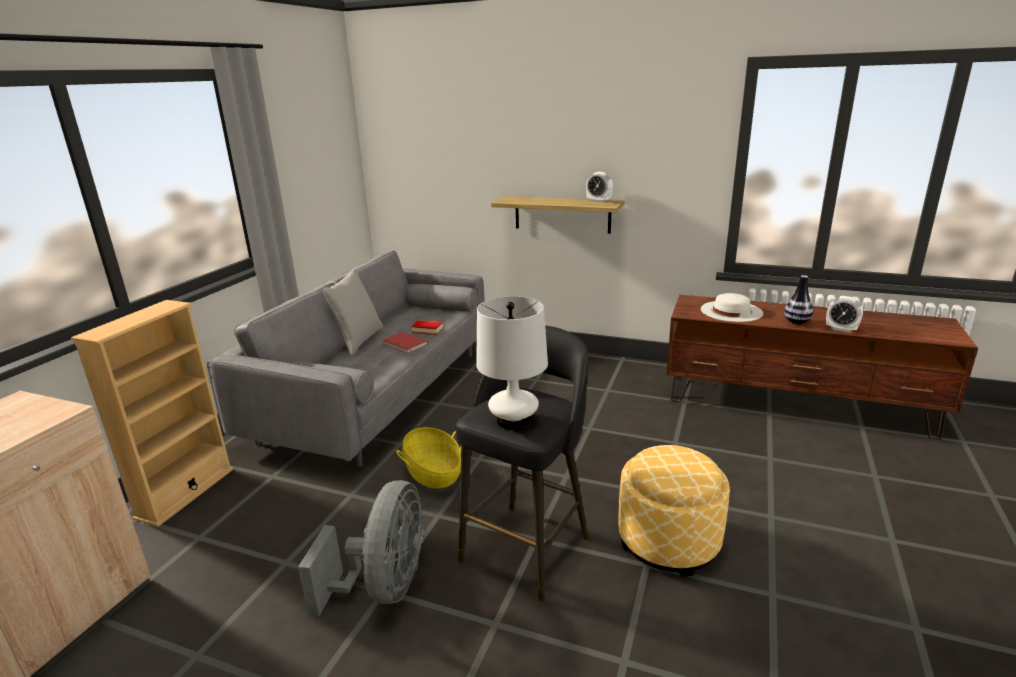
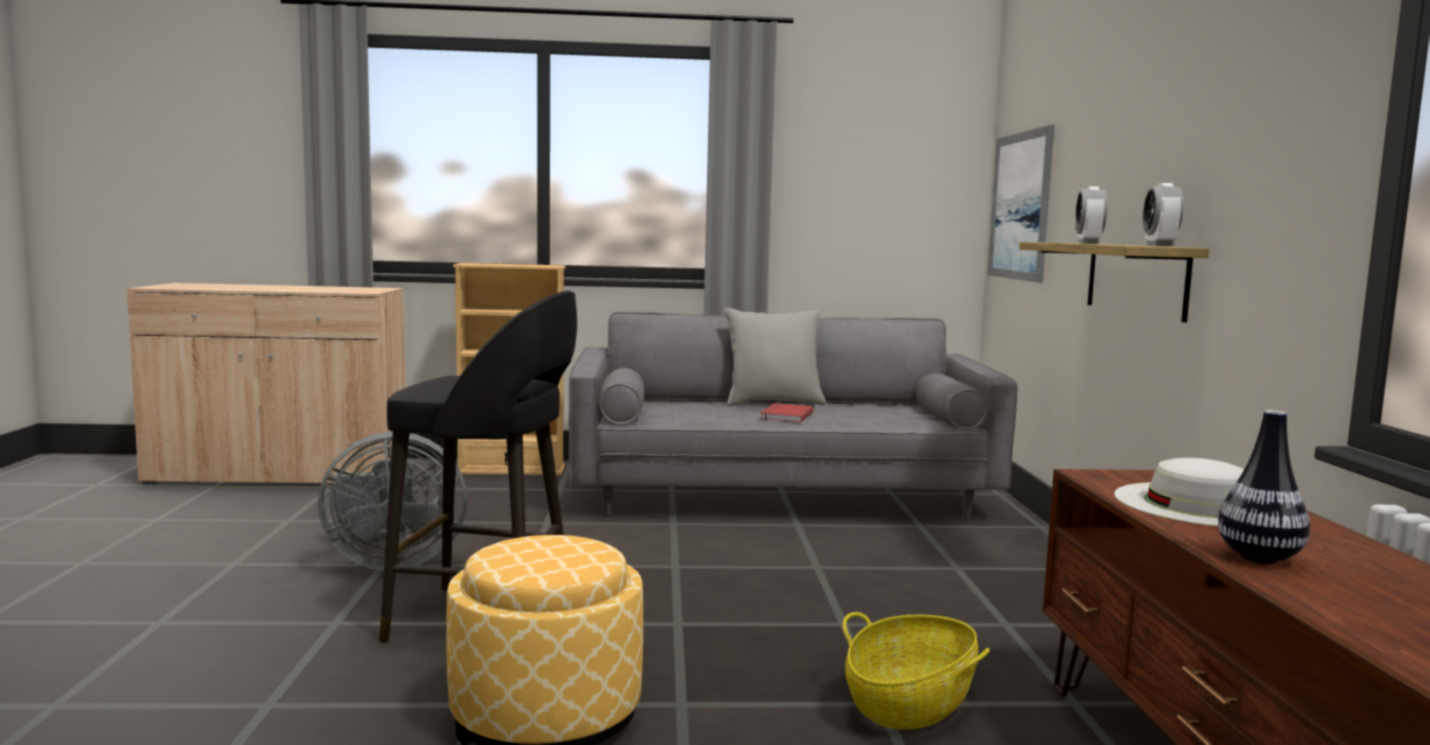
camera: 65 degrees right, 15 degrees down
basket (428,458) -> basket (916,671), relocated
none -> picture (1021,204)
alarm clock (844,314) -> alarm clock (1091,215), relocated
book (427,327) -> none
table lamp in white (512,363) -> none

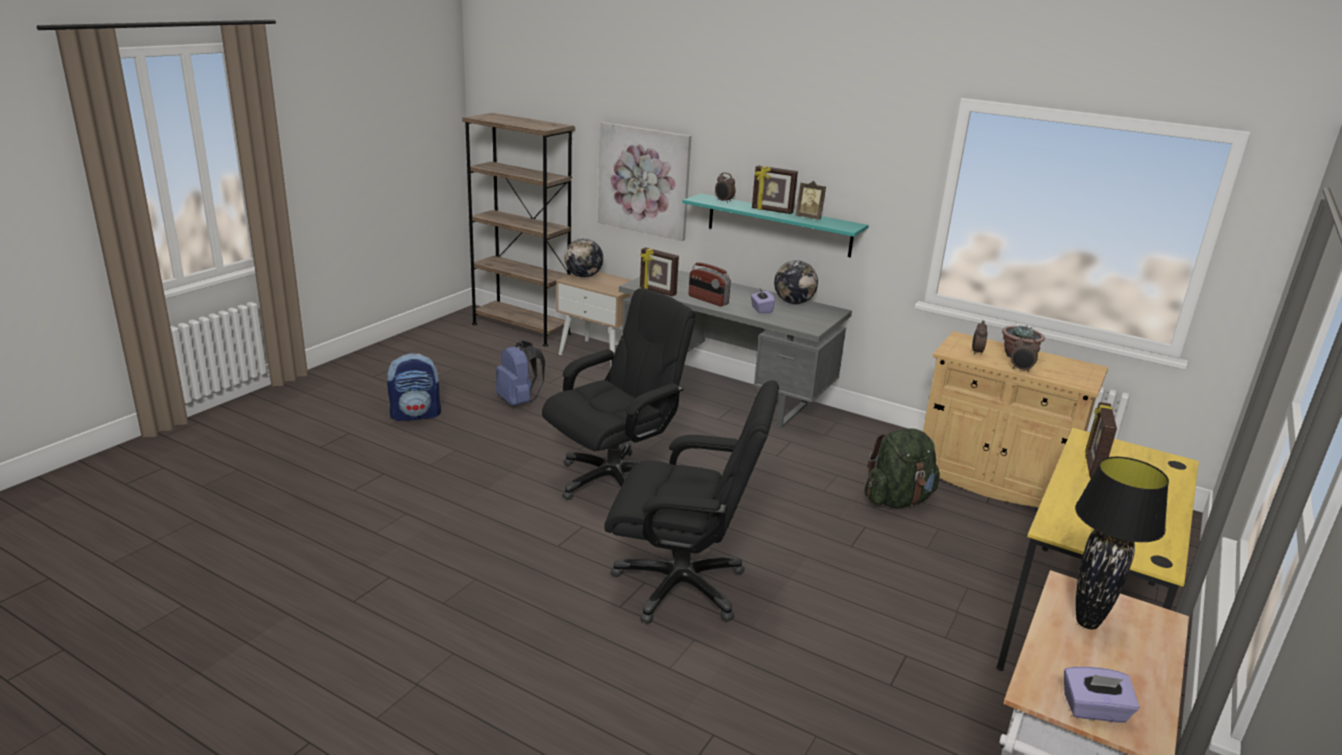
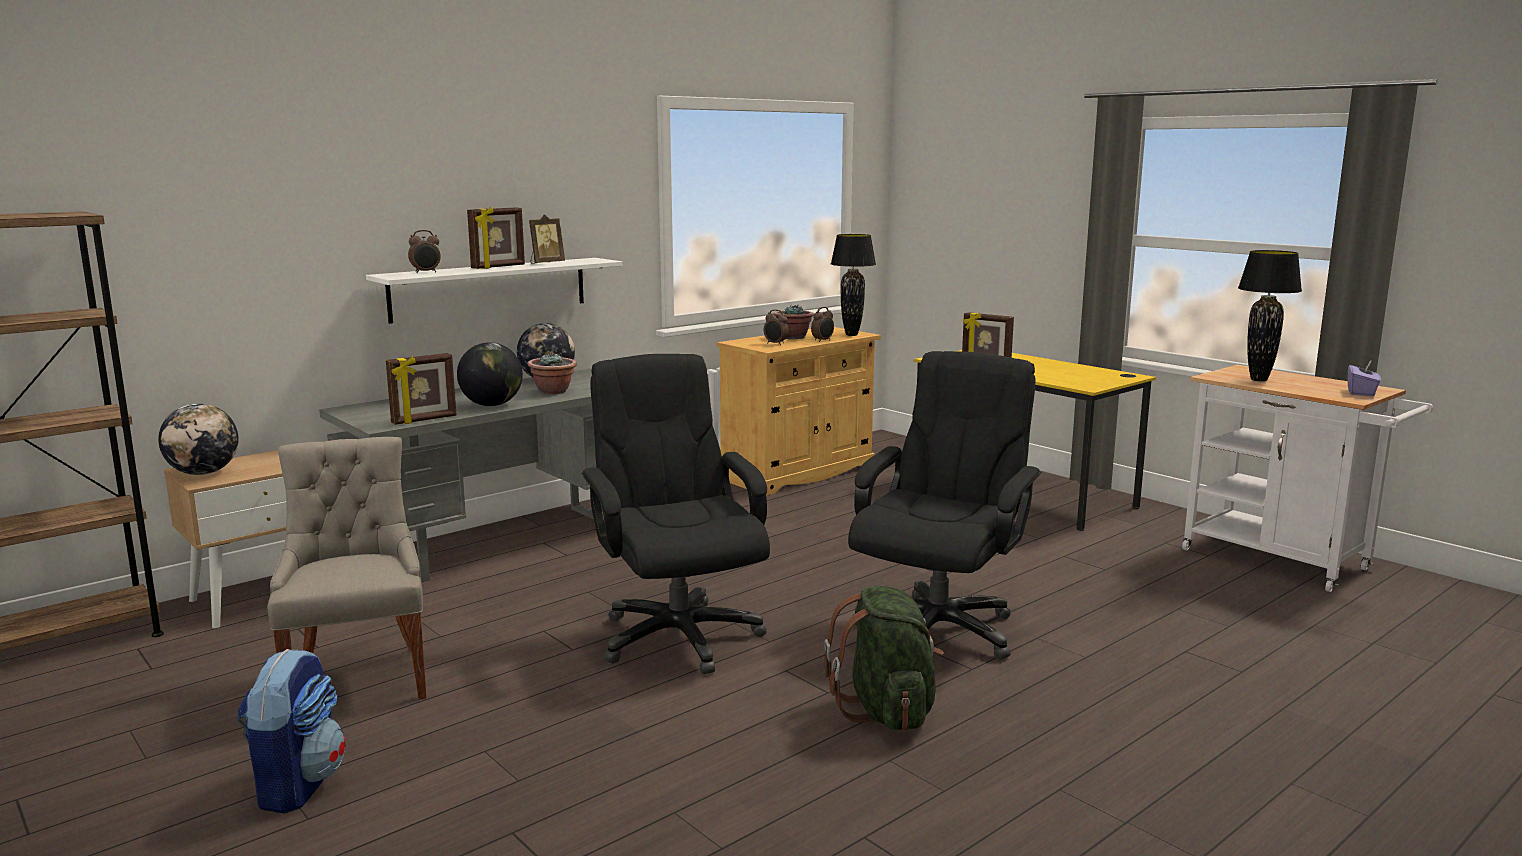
camera: 70 degrees left, 10 degrees down
backpack in blue (520,373) -> chair in grey (346,568)
shelf in turquoise (775,225) -> shelf in white (494,291)
radio (710,284) -> globe (490,374)
tissue box in purple (762,301) -> potted plant (552,373)
backpack in green (902,468) -> backpack in green (884,658), relocated
none -> table lamp in black (853,285)
picture (644,181) -> none

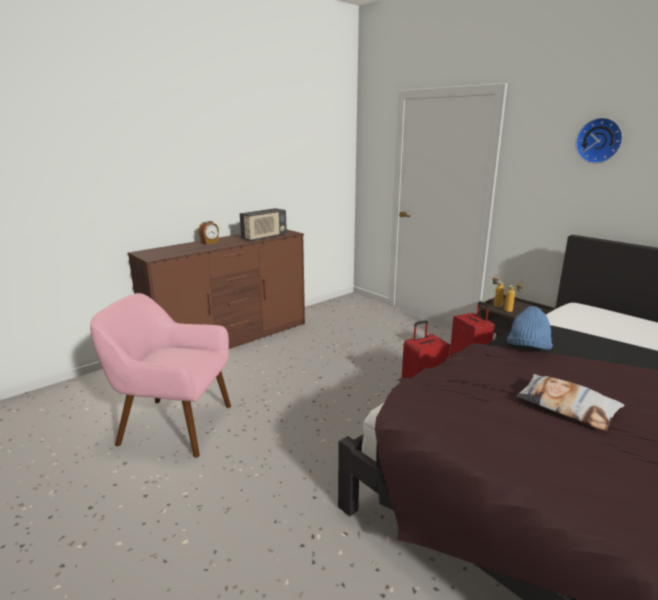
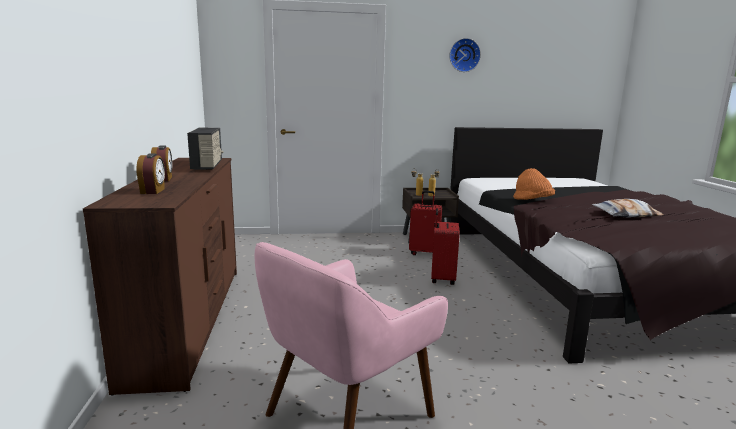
camera: 55 degrees left, 5 degrees down
none -> alarm clock (150,173)
hat in blue (530,328) -> hat in orange (534,184)

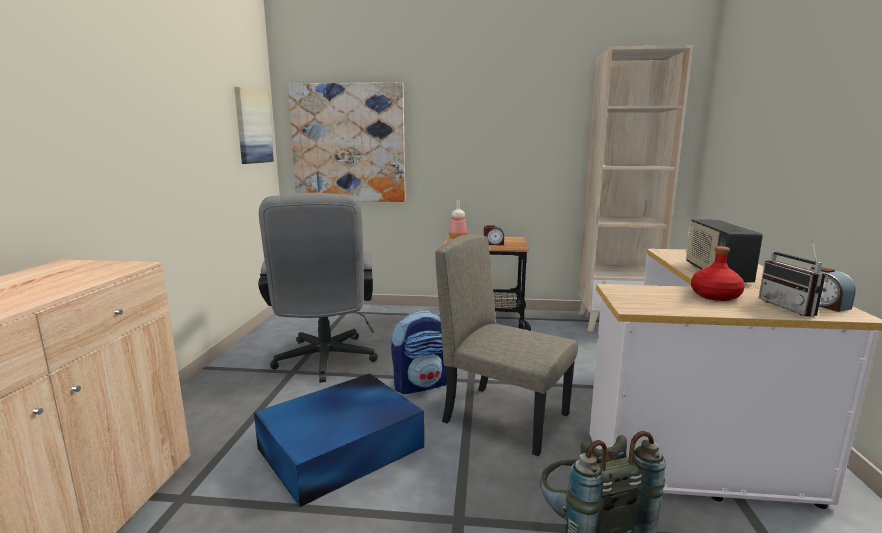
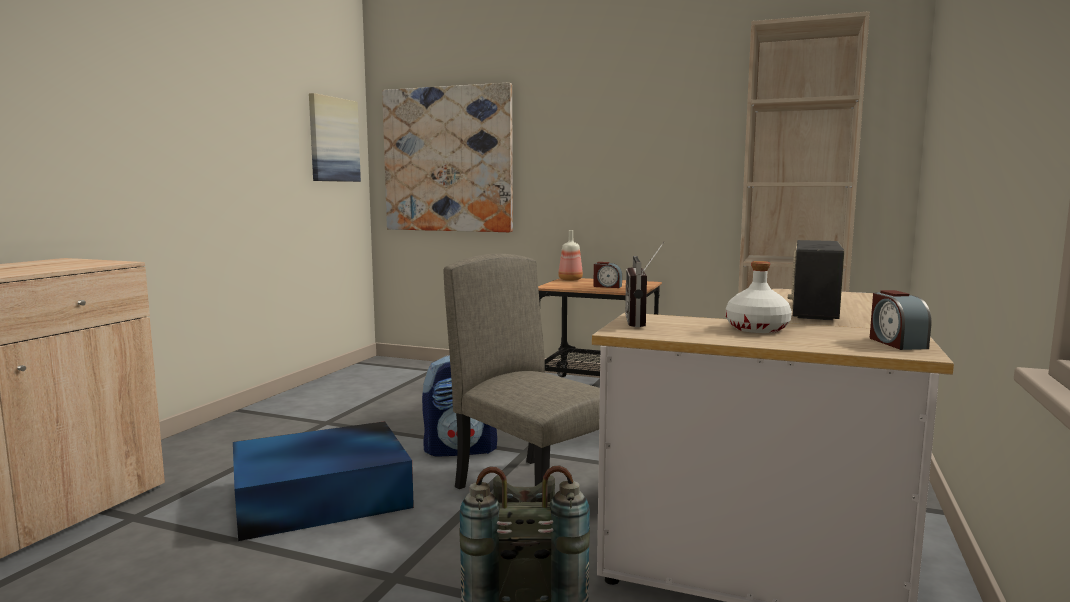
camera: 15 degrees right, 5 degrees down
radio (792,278) -> radio (644,284), relocated
bottle in red (718,273) -> bottle in white (759,297)
office chair in grey (318,288) -> none

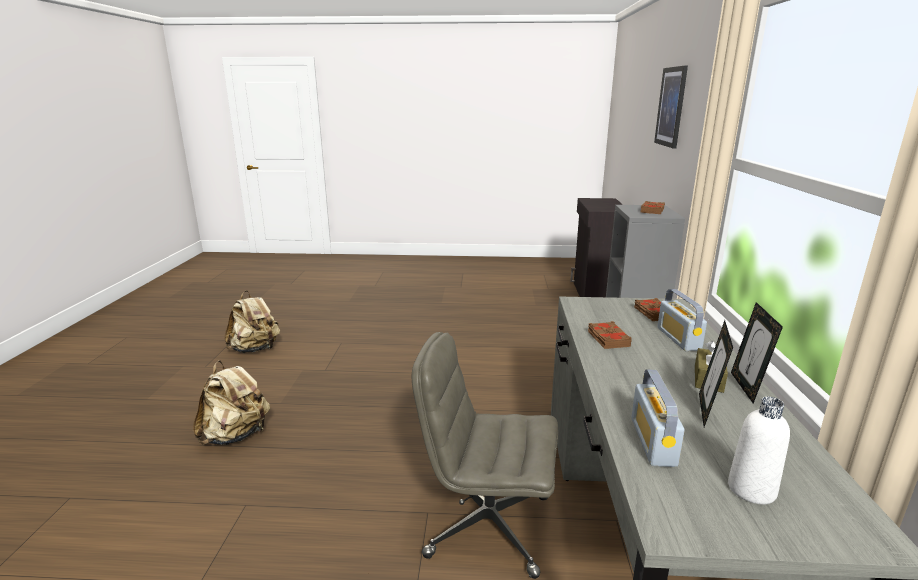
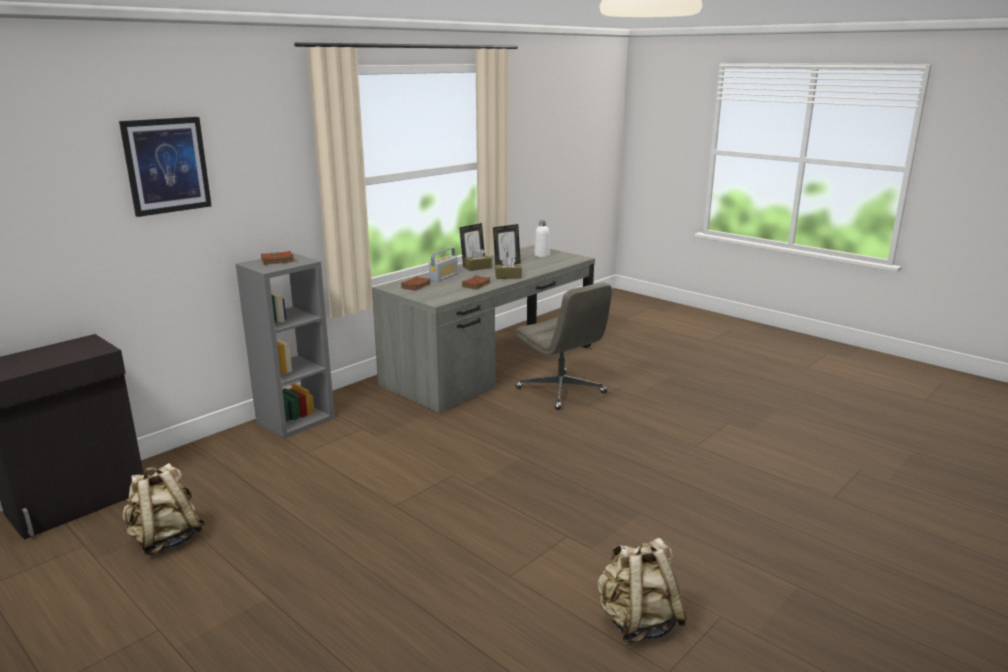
camera: 140 degrees left, 0 degrees up
backpack in beige (231,403) -> backpack in beige (164,509), relocated
none -> tissue box in brown (508,267)
radio (658,418) -> none

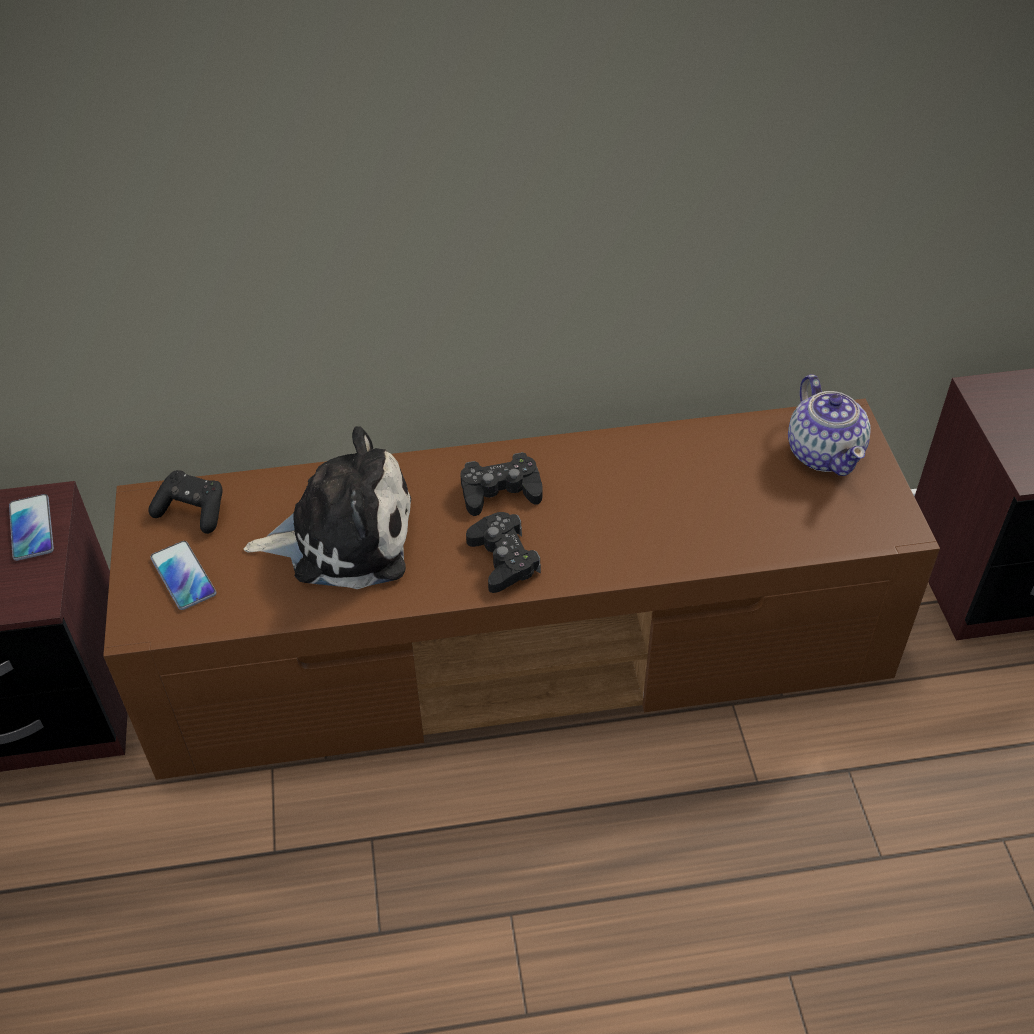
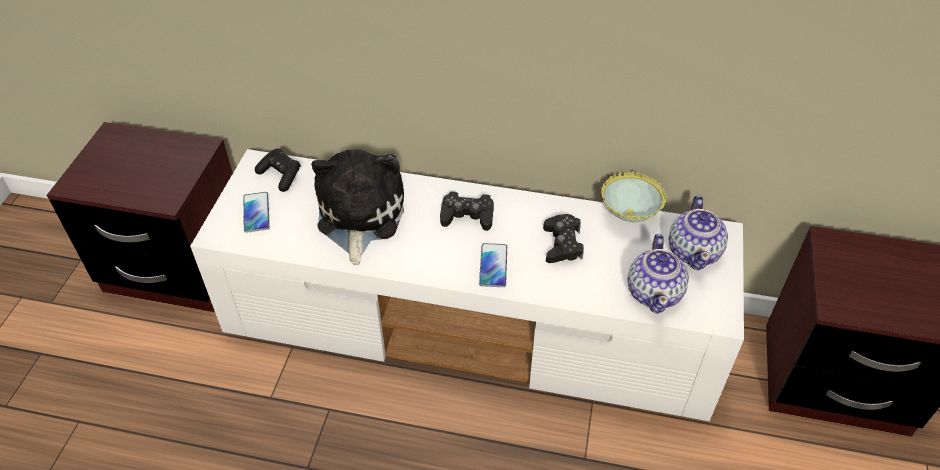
camera: 20 degrees right, 0 degrees up
tv stand in brown (521,589) -> tv stand in white (467,285)
plush toy (327,507) -> plush toy (357,207), 105 degrees counterclockwise
phone (31,527) -> phone (493,265), relocated
game controller in black (503,552) -> game controller in black (563,238), relocated
none -> bowl (634,196)
none -> teapot (658,274)

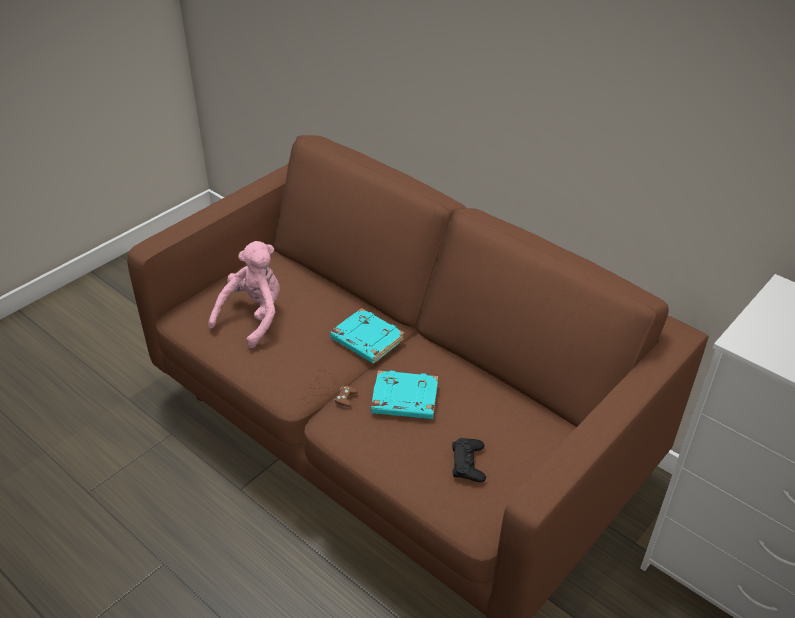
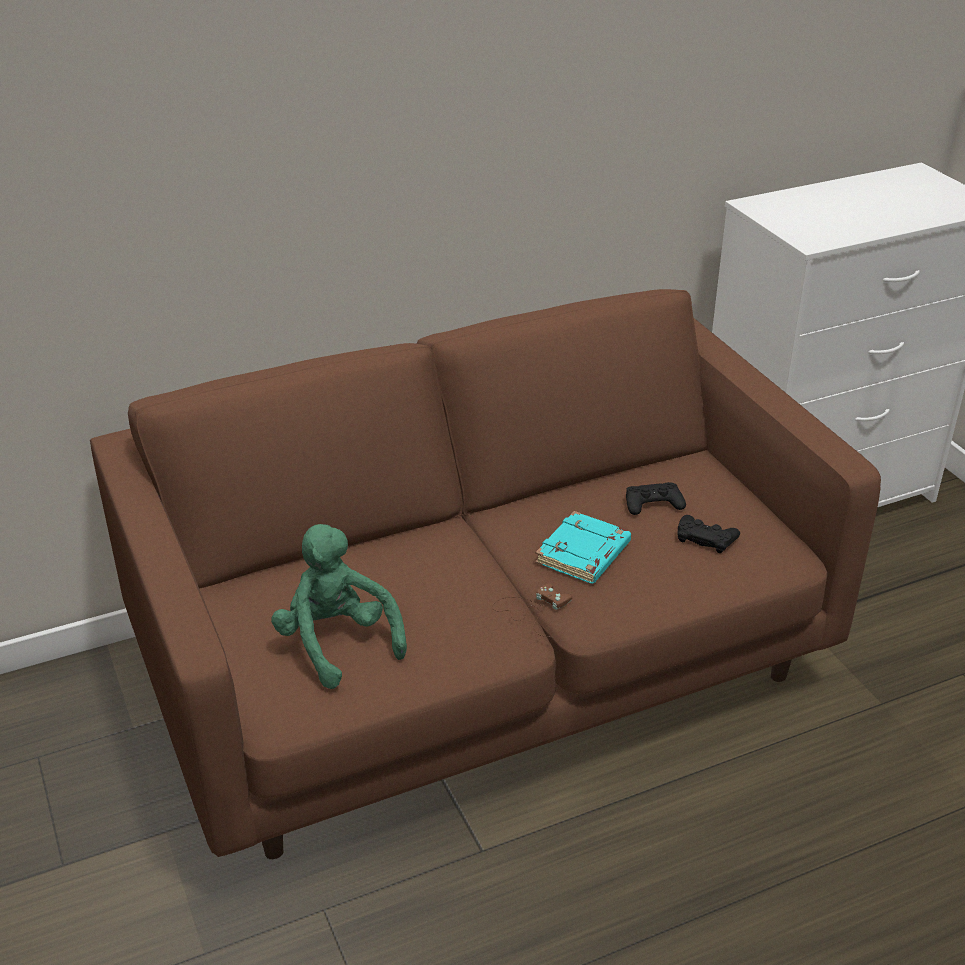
camera: 65 degrees left, 5 degrees down
plush toy in pink (244,294) -> plush toy in green (339,606)
none -> game controller in black (656,498)
book in turquoise (367,335) -> none

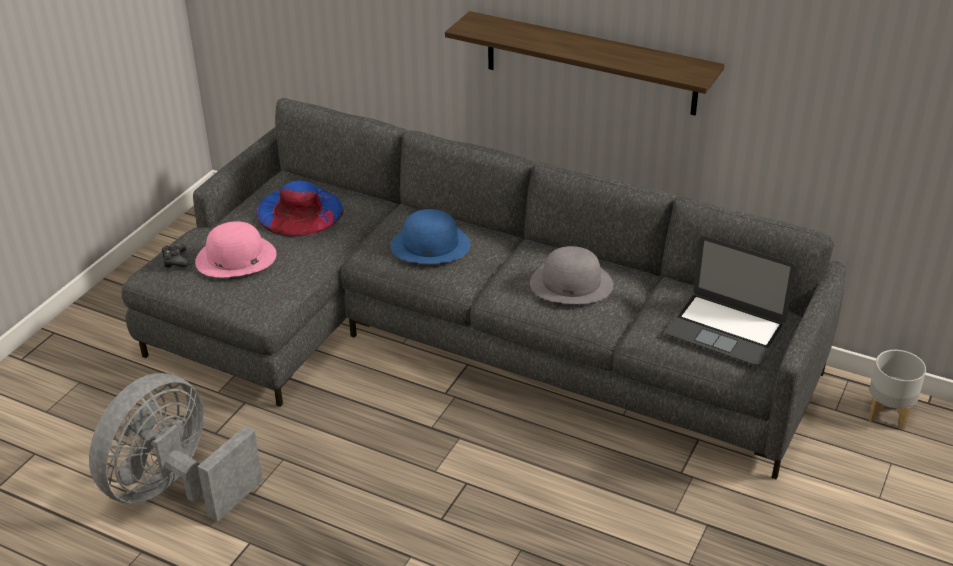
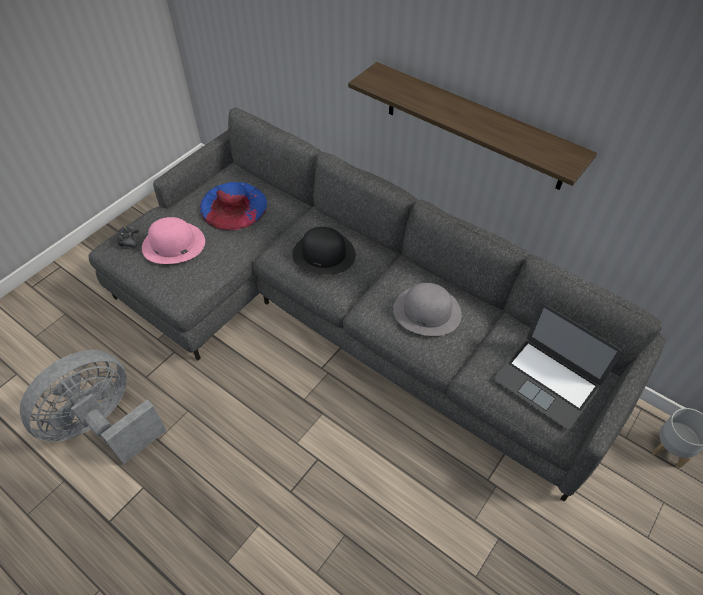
camera: 10 degrees right, 15 degrees up
hat in blue (430,236) -> hat in black (324,251)

